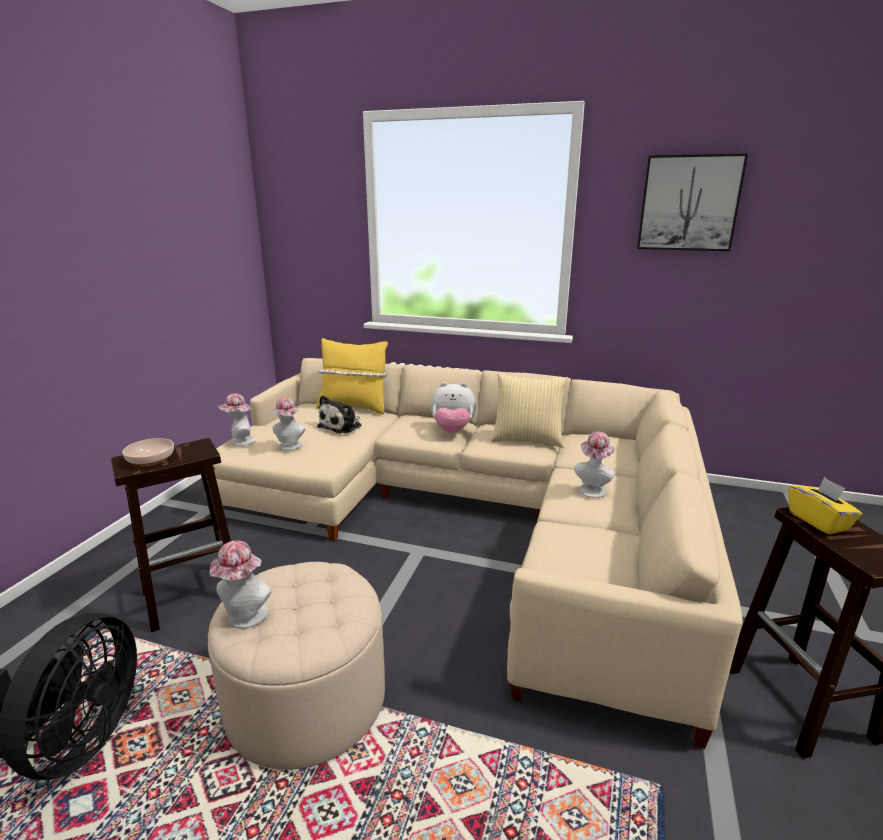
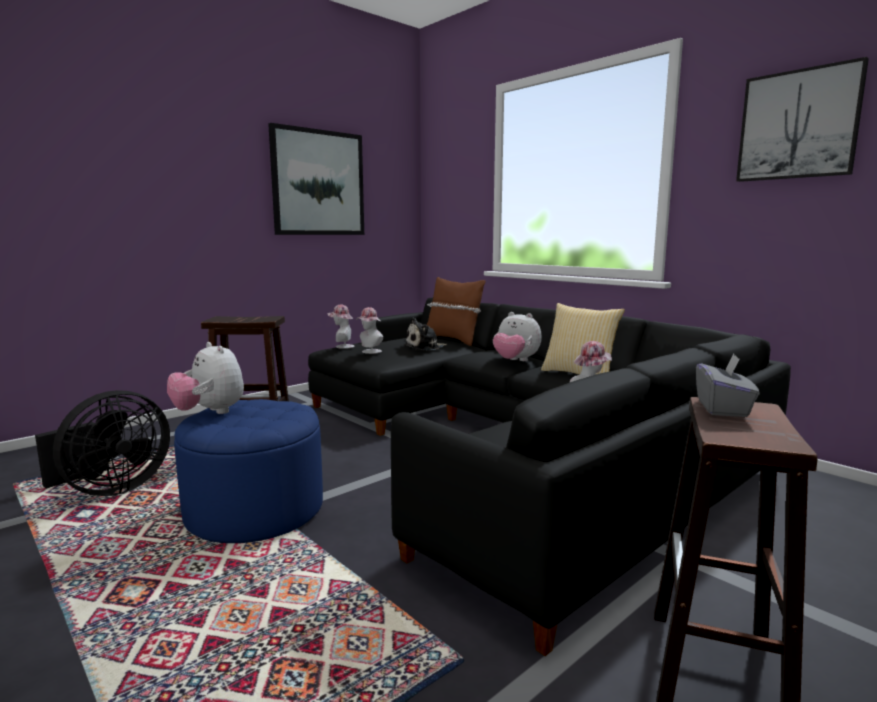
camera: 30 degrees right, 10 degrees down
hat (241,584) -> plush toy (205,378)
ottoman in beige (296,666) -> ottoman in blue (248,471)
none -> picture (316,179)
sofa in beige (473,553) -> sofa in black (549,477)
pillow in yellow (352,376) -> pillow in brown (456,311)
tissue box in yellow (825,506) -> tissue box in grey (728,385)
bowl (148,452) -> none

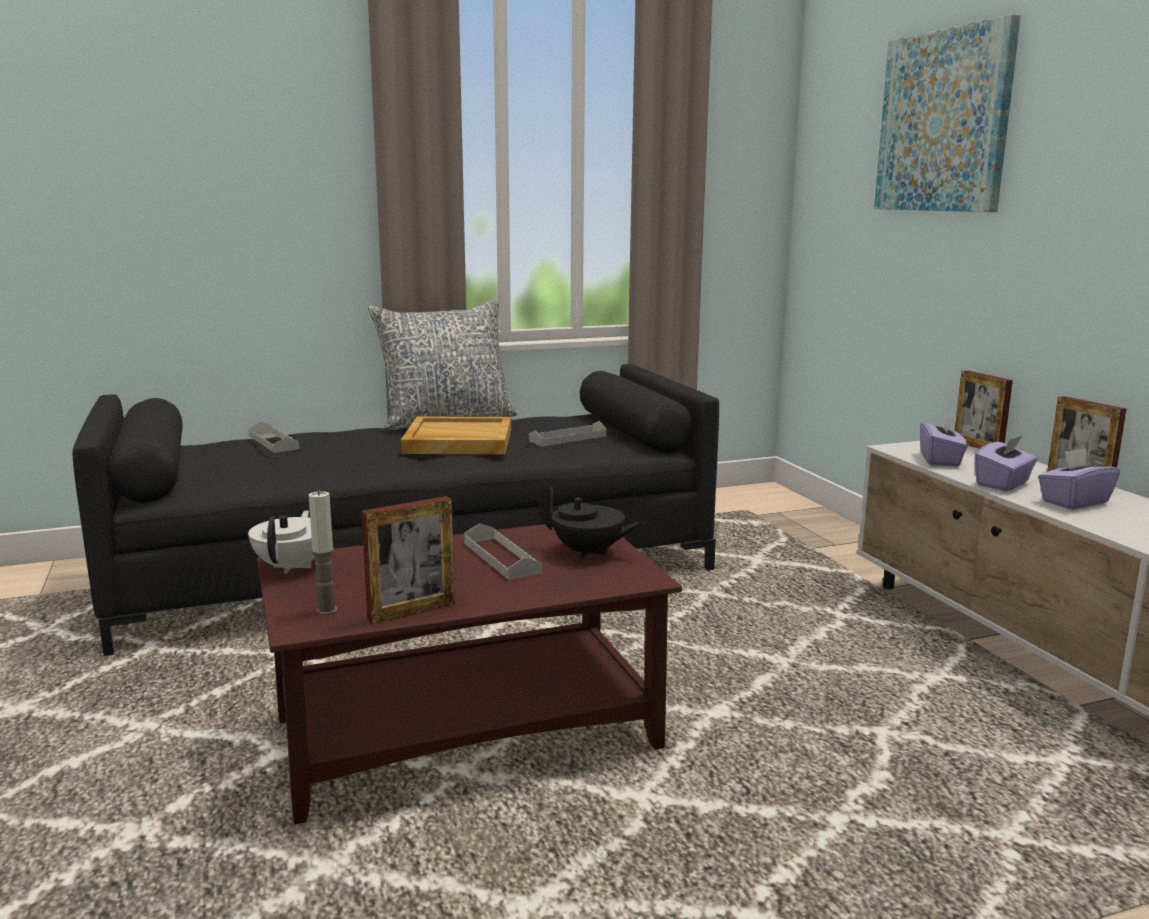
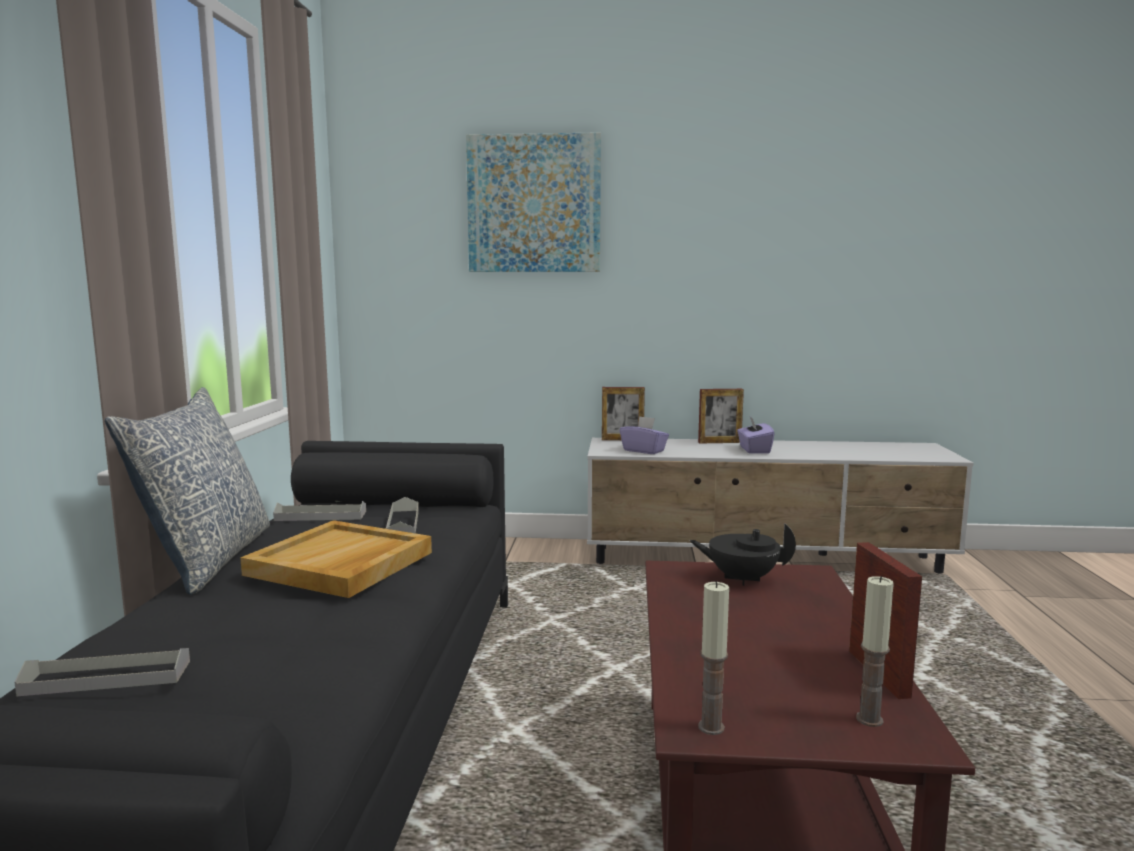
camera: 65 degrees left, 5 degrees down
tray in grey (502,551) -> tray in grey (319,511), relocated
teapot in black (592,523) -> teapot in black (742,554), 120 degrees counterclockwise
teapot in white (281,542) -> candle (713,658)
tissue box in purple (1006,463) -> none

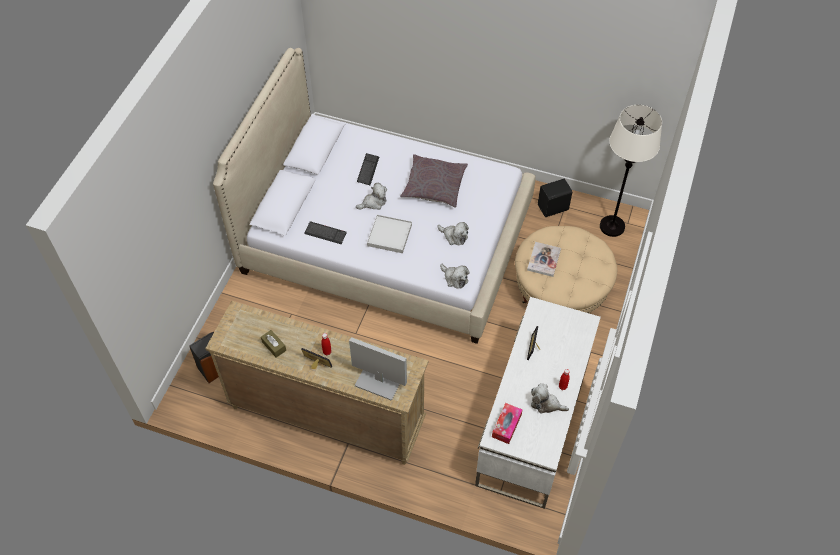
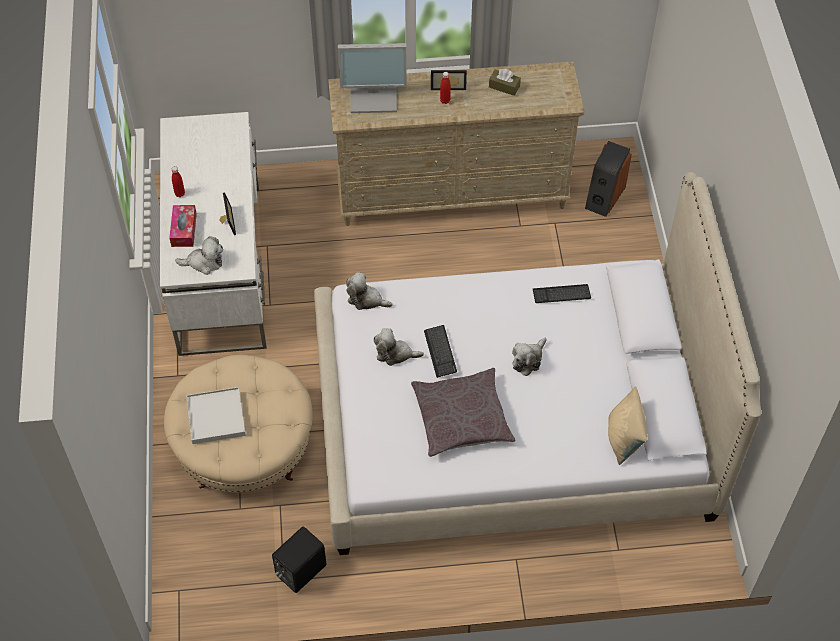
camera: 155 degrees right, 0 degrees up
tissue box (507,423) -> tissue box (183,226), relocated
plush toy (550,398) -> plush toy (199,255), relocated
tray in white (389,234) -> tray in white (216,415), relocated
keyboard (368,169) -> keyboard (440,351), relocated
none -> pillow in beige (628,425)
book (544,259) -> none
floor lamp in white (631,171) -> none

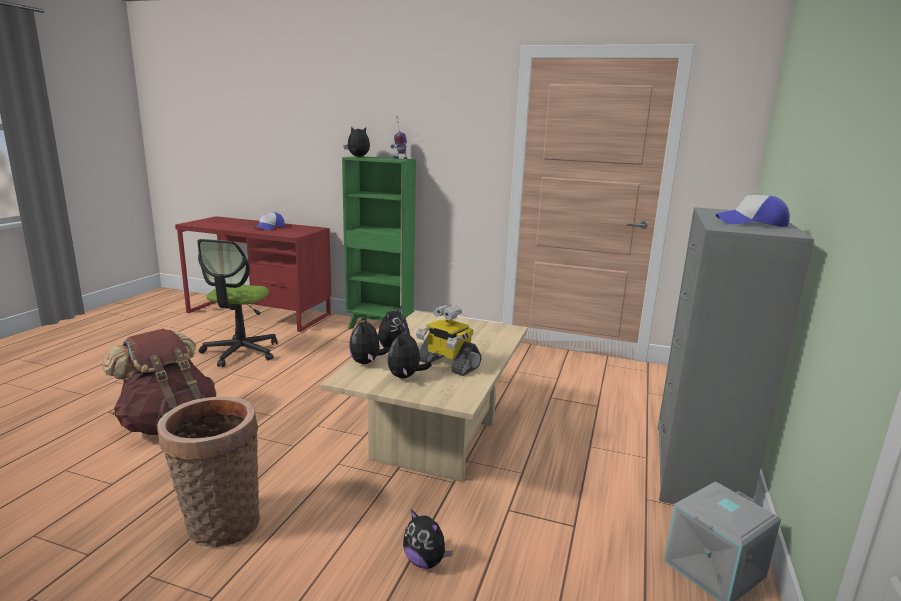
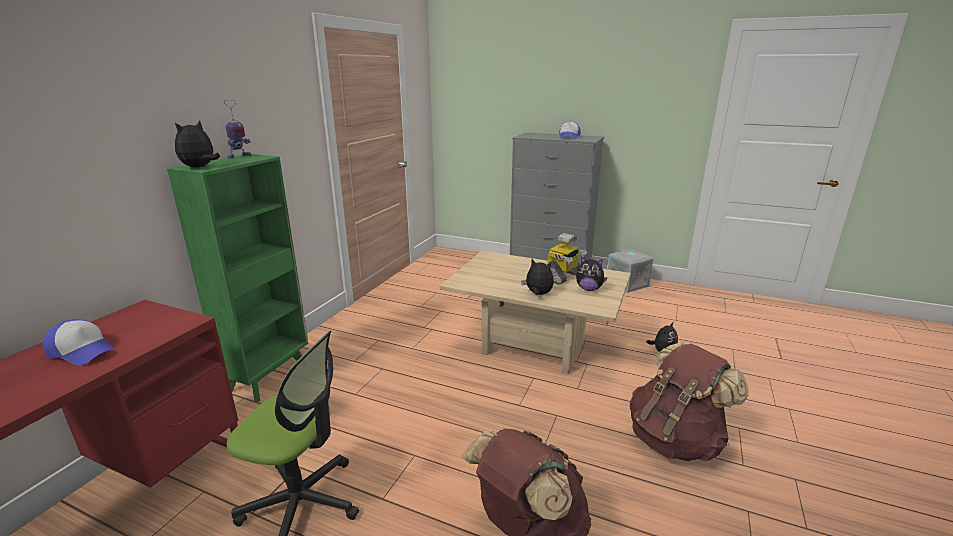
camera: 85 degrees left, 5 degrees up
basket (208,471) -> backpack in brown (689,402)
plush toy (369,340) -> none

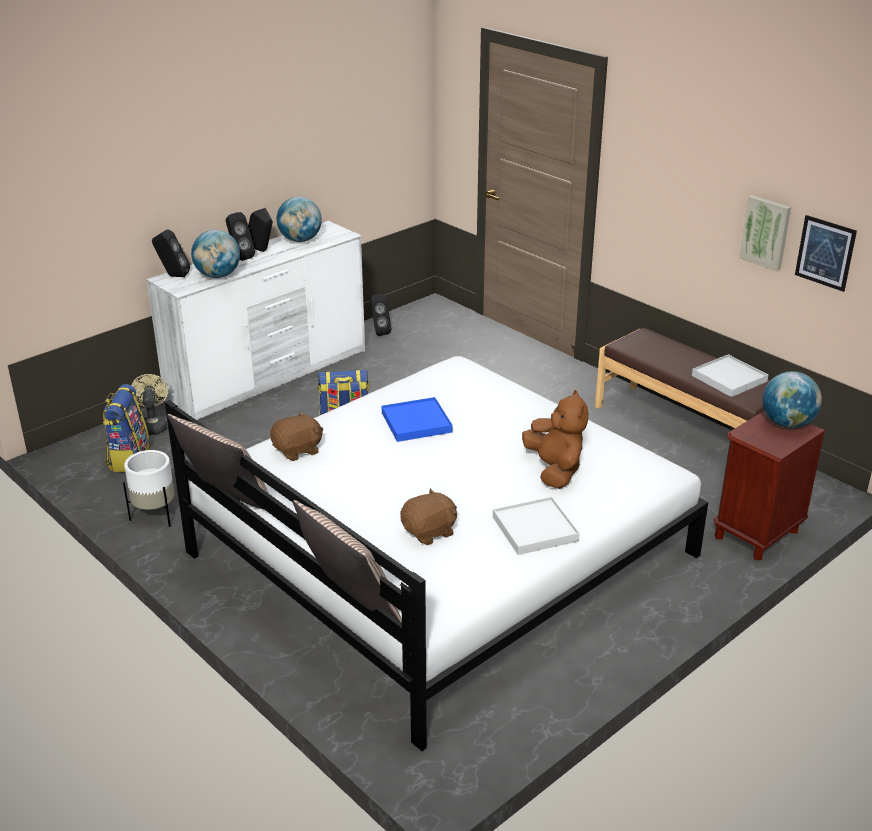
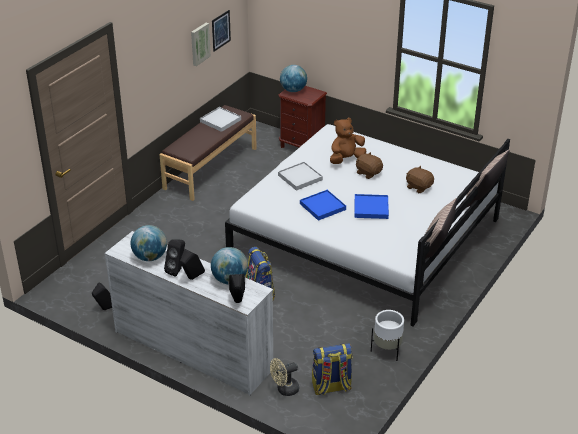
camera: 105 degrees left, 5 degrees up
tray in white (536,526) -> tray in white (300,176), relocated
none -> tray in blue (371,206)
plush toy in brown (296,436) -> plush toy in brown (369,165), relocated

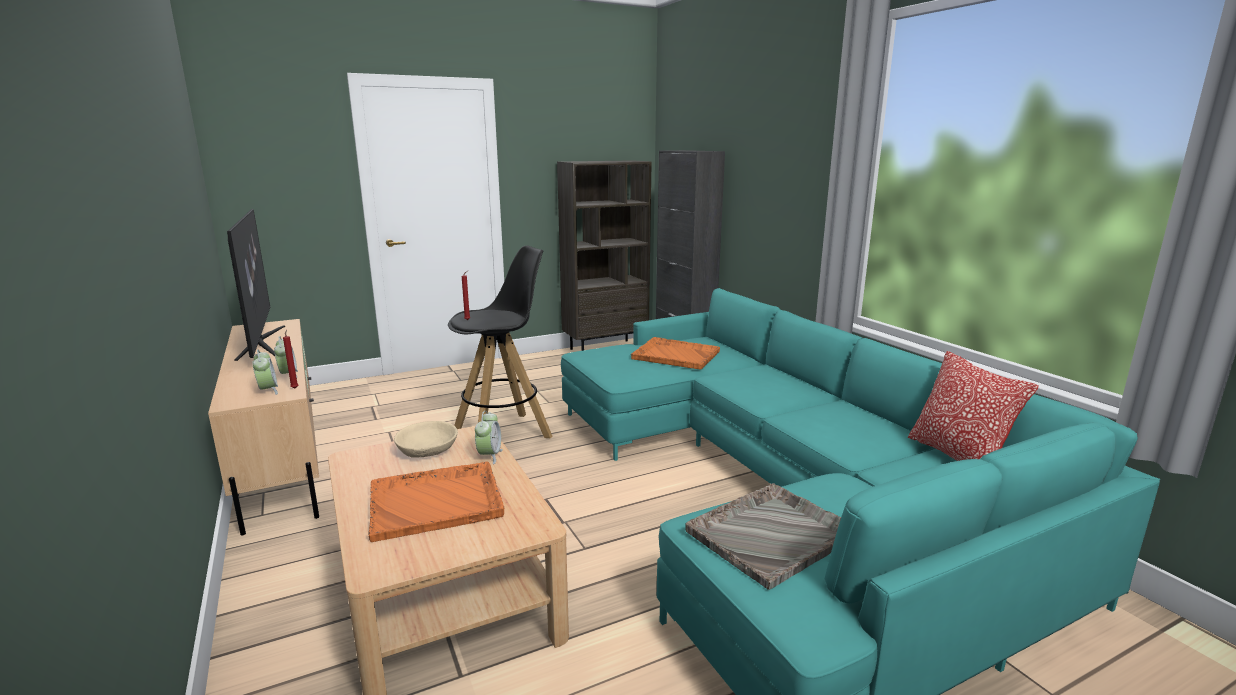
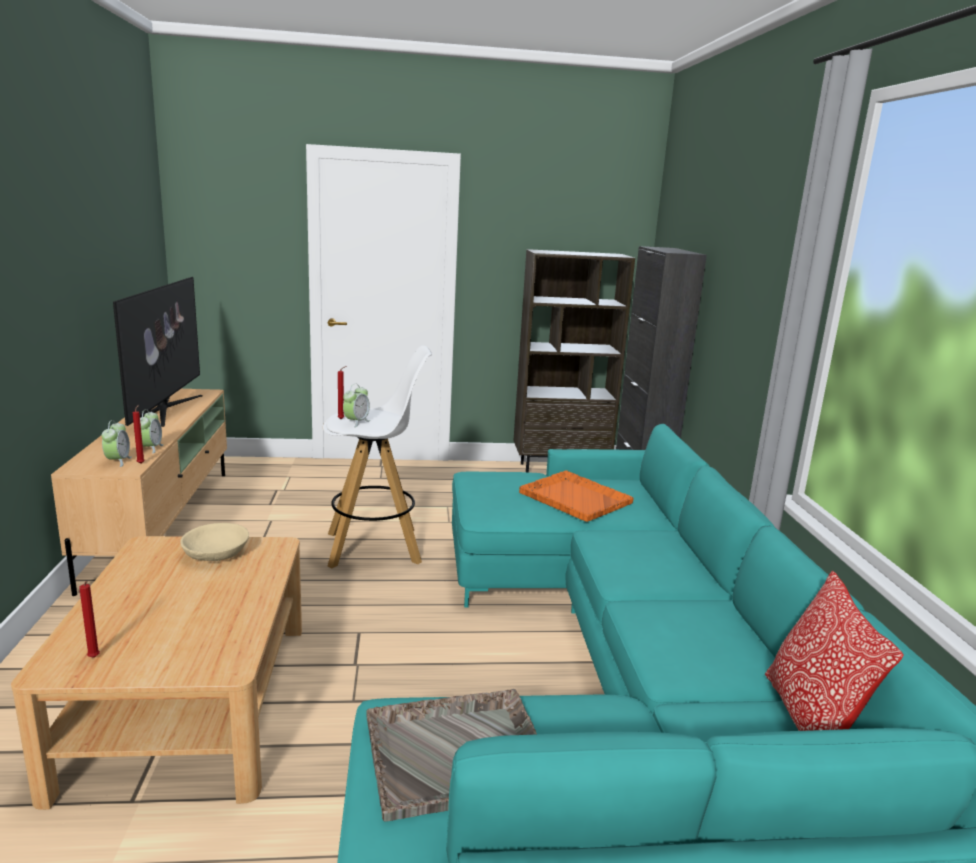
camera: 20 degrees right, 0 degrees up
none -> candle in red (89,619)
stool in black (500,342) -> stool in white (377,457)
alarm clock (489,437) -> alarm clock (356,405), relocated
tray in orange (436,501) -> none

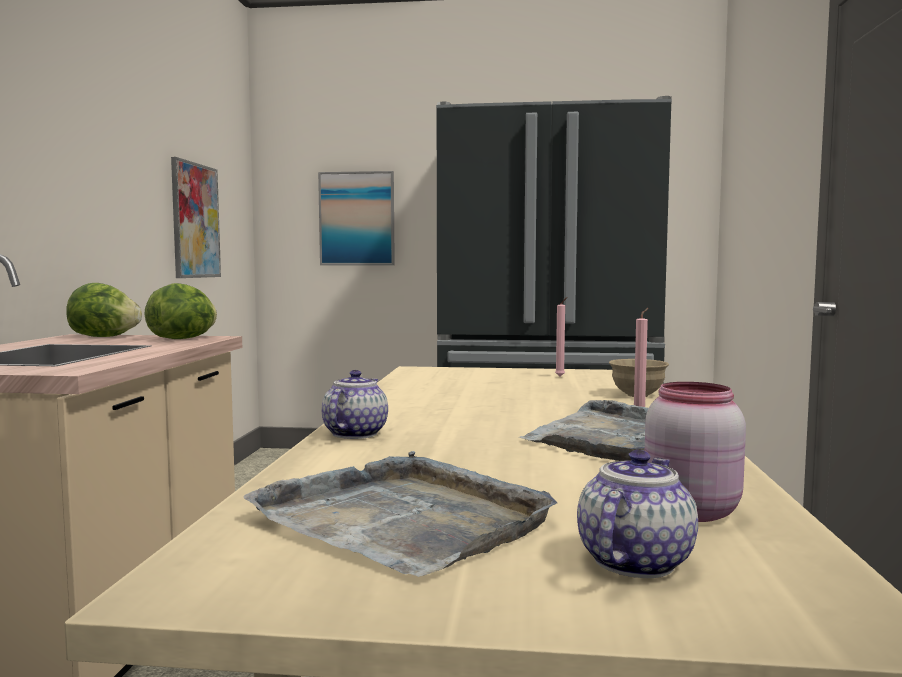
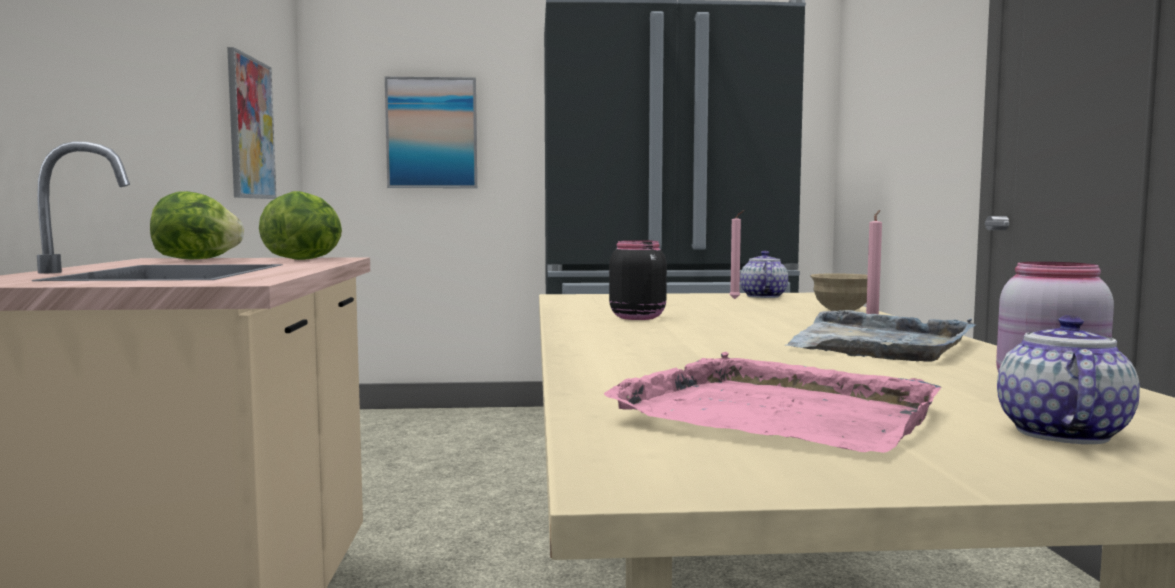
camera: 10 degrees left, 0 degrees up
tray in grey (400,514) -> tray in pink (772,402)
none -> jar in black (638,280)
teapot (355,404) -> teapot (764,274), relocated

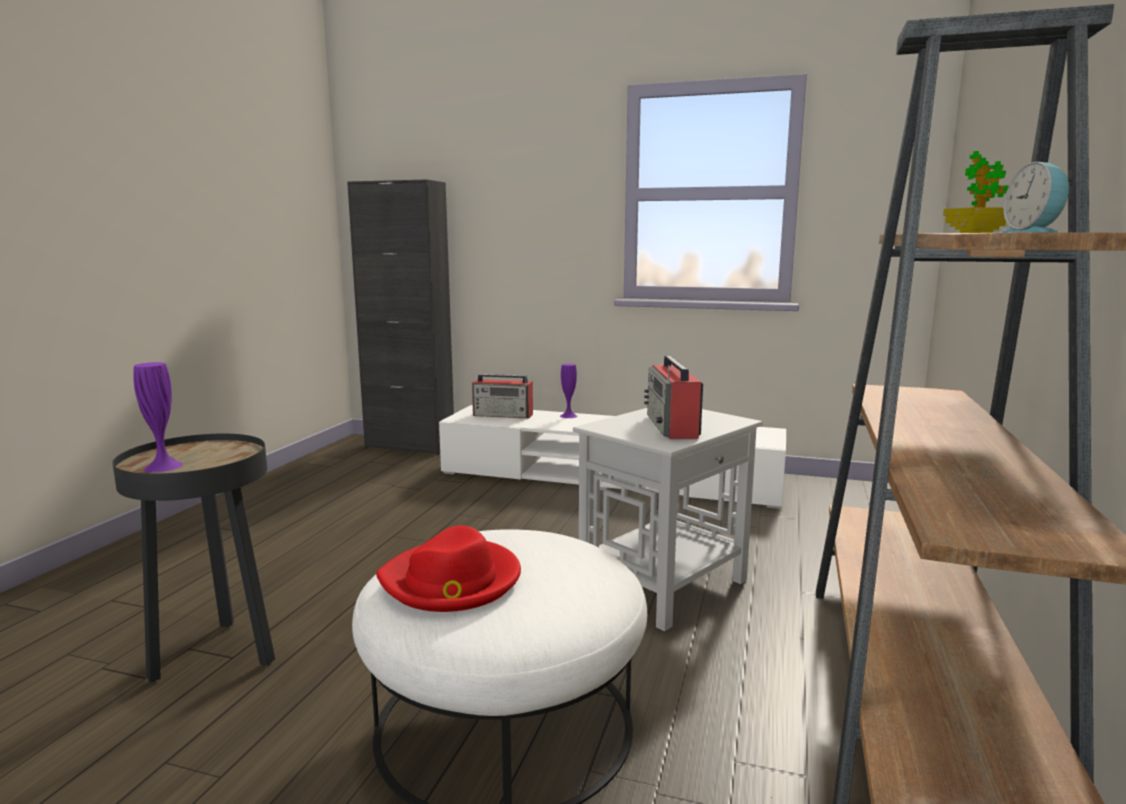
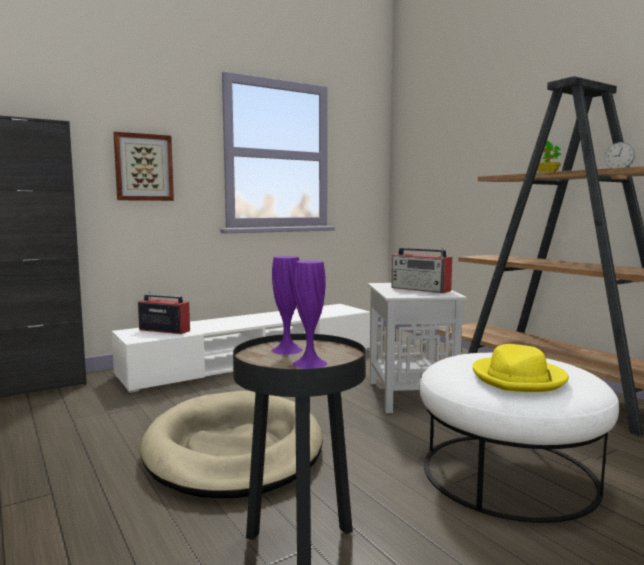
camera: 50 degrees left, 5 degrees down
none -> picture (143,166)
radio (502,396) -> radio (164,312), 120 degrees counterclockwise
none -> dog bed in beige (231,444)
vase in purple (568,390) -> vase in purple (287,305), relocated
hat in red (448,568) -> hat in yellow (521,368)

